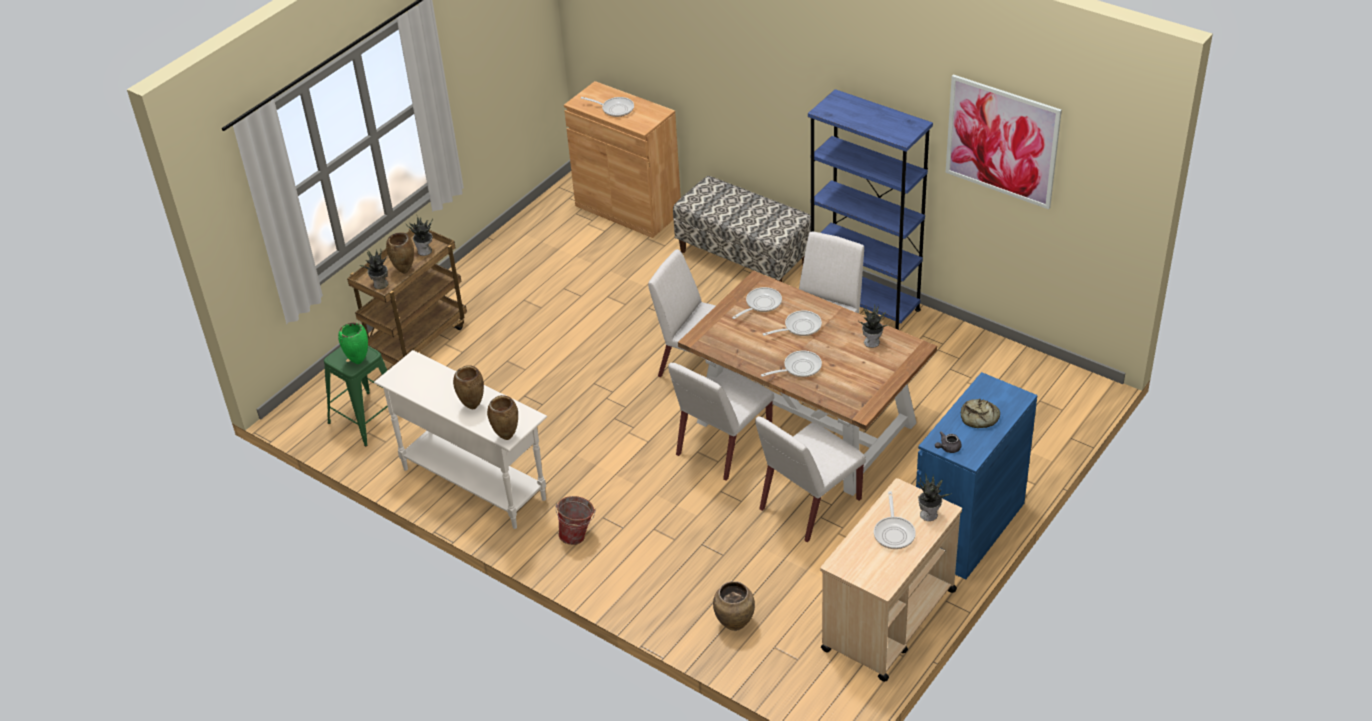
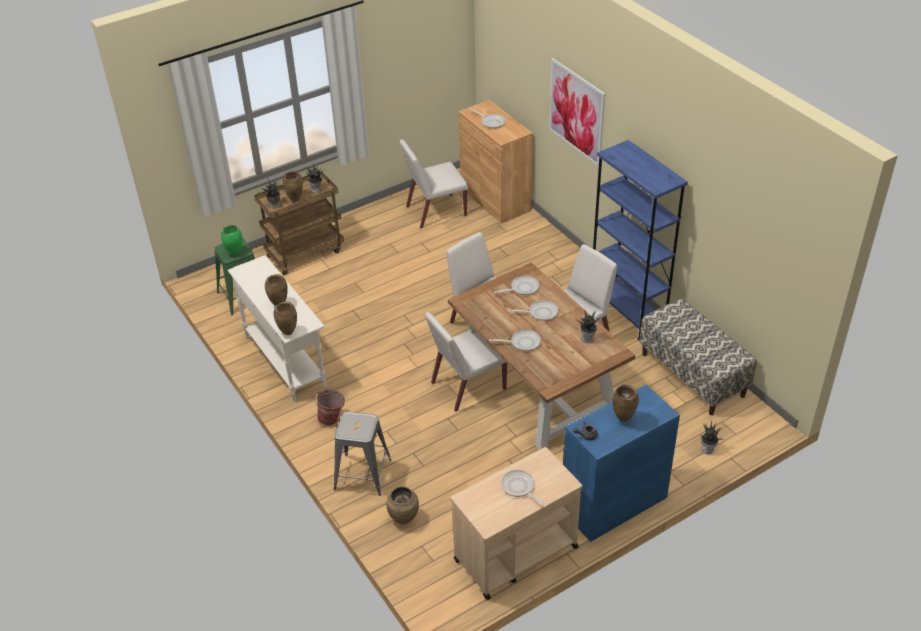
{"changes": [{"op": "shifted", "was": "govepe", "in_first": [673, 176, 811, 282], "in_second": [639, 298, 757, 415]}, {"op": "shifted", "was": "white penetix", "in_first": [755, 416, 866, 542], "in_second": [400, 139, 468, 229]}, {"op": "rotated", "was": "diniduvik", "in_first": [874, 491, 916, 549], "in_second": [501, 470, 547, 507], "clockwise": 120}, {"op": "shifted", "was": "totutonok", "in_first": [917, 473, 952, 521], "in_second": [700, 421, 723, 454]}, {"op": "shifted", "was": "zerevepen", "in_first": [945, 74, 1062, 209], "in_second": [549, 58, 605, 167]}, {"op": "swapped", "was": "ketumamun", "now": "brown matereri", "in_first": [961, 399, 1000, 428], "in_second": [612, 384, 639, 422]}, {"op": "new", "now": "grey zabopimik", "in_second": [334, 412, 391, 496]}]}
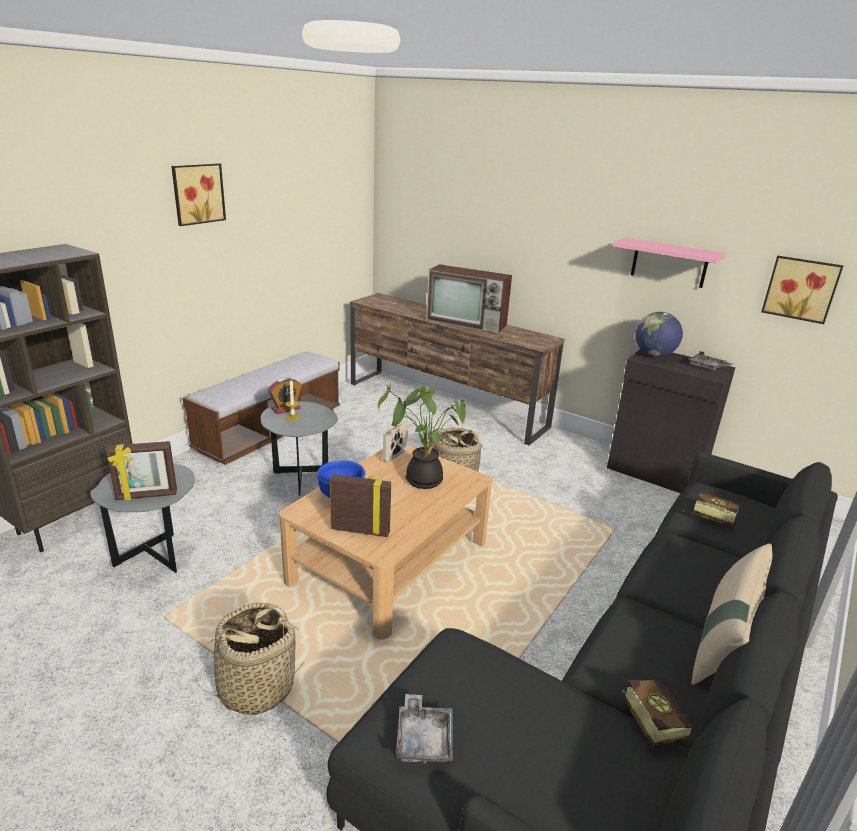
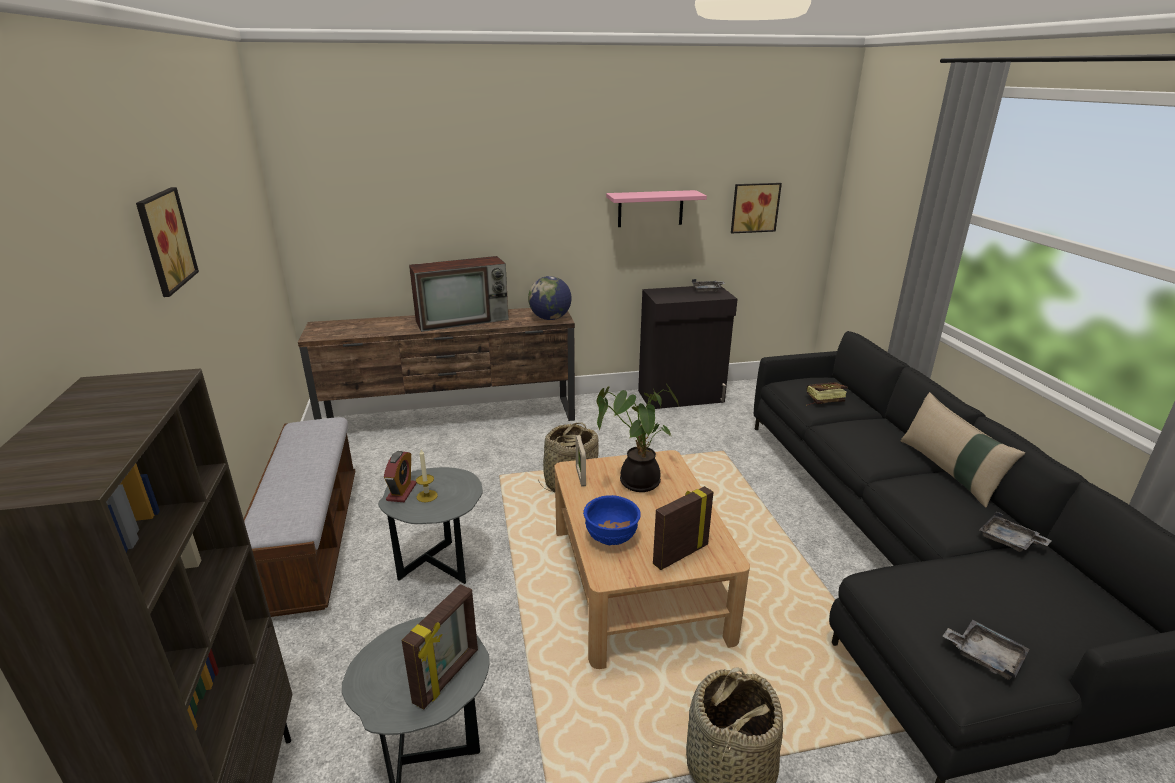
{"changes": [{"op": "swapped", "was": "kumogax", "now": "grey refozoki", "in_first": [622, 680, 694, 749], "in_second": [979, 512, 1052, 552]}, {"op": "shifted", "was": "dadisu", "in_first": [635, 312, 683, 357], "in_second": [528, 276, 572, 320]}]}
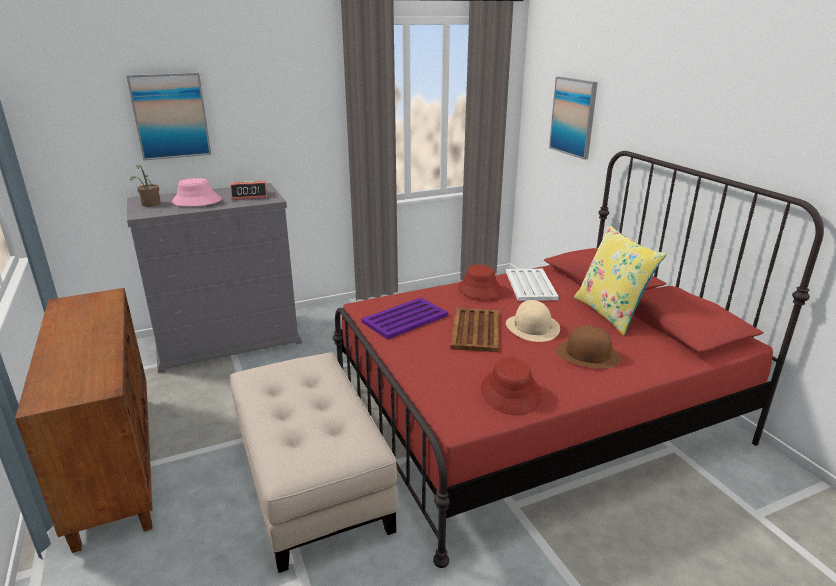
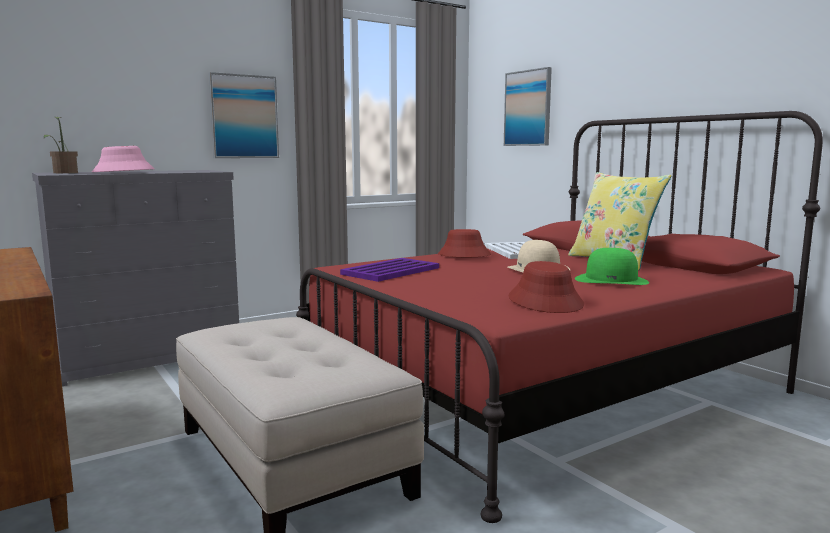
{"changes": [{"op": "shifted", "was": "zerevepen", "in_first": [126, 73, 211, 161], "in_second": [208, 72, 279, 158]}, {"op": "gone", "was": "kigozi", "in_first": [230, 180, 267, 200]}, {"op": "gone", "was": "brown refozoki", "in_first": [450, 308, 499, 352]}, {"op": "repainted", "was": "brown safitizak", "now": "green safitizak", "in_first": [556, 326, 621, 369], "in_second": [575, 248, 649, 285]}]}
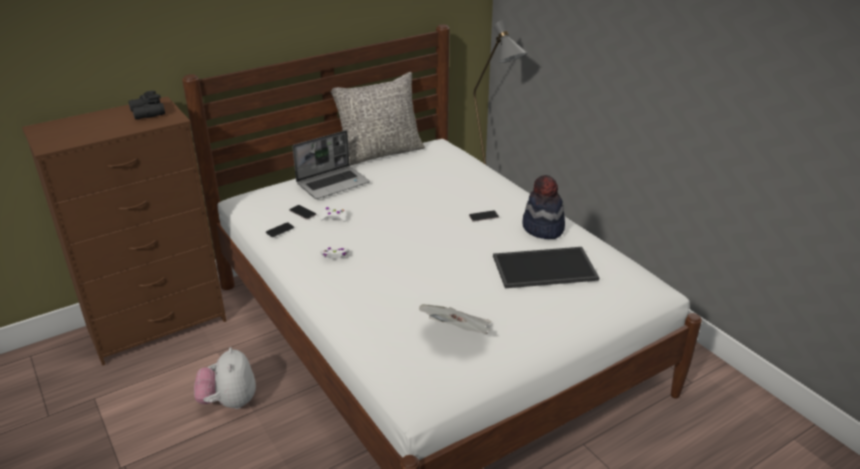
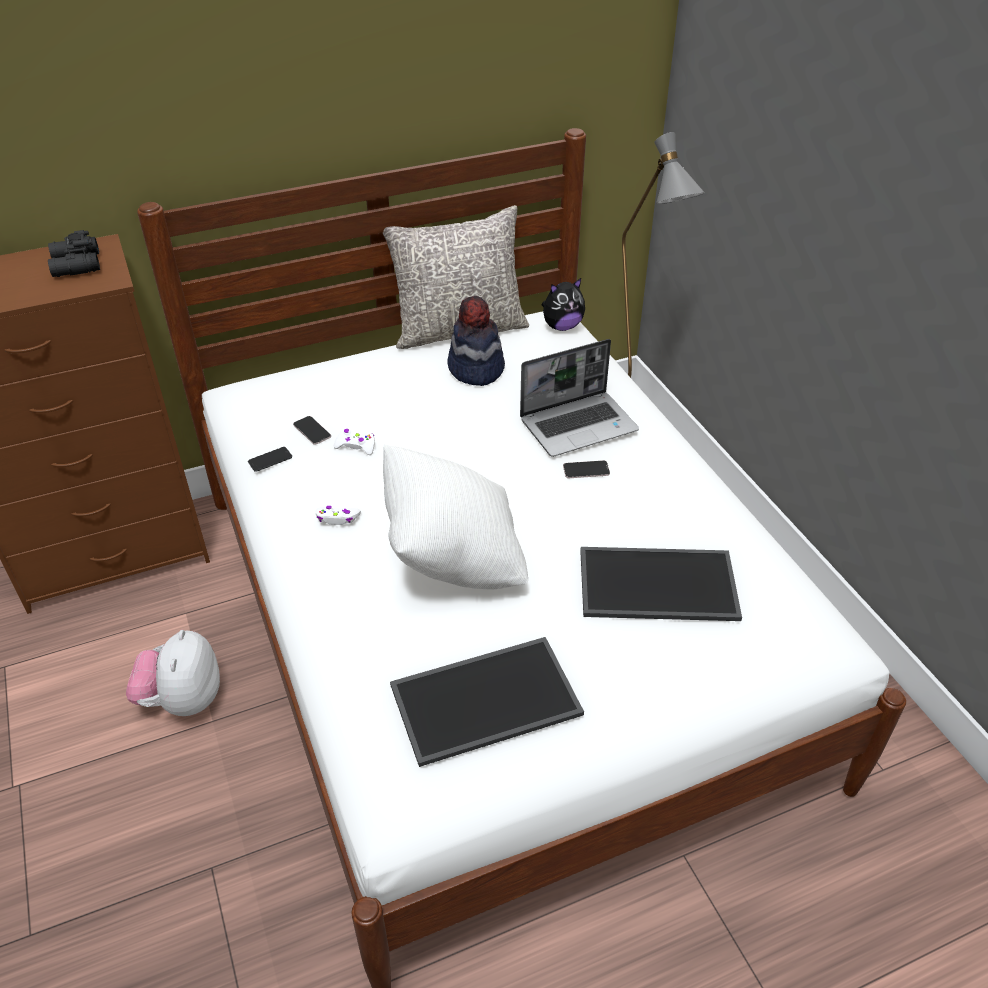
{"changes": [{"op": "shifted", "was": "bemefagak", "in_first": [293, 130, 370, 199], "in_second": [520, 339, 639, 457]}, {"op": "swapped", "was": "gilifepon", "now": "refozoki", "in_first": [419, 304, 492, 334], "in_second": [390, 637, 584, 767]}, {"op": "shifted", "was": "safitizak", "in_first": [523, 175, 565, 239], "in_second": [448, 296, 505, 386]}, {"op": "new", "now": "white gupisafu", "in_second": [383, 444, 528, 590]}, {"op": "new", "now": "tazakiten", "in_second": [542, 278, 585, 331]}]}
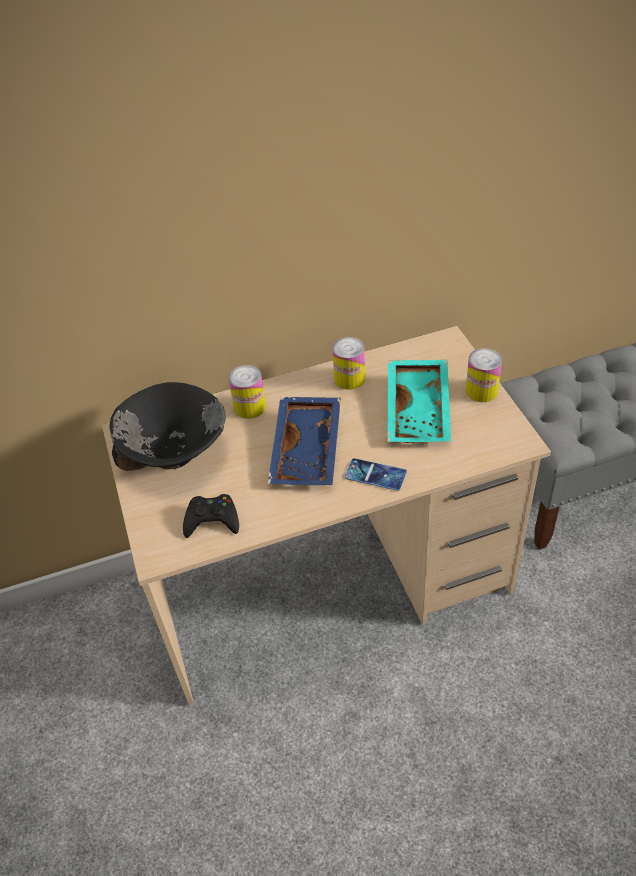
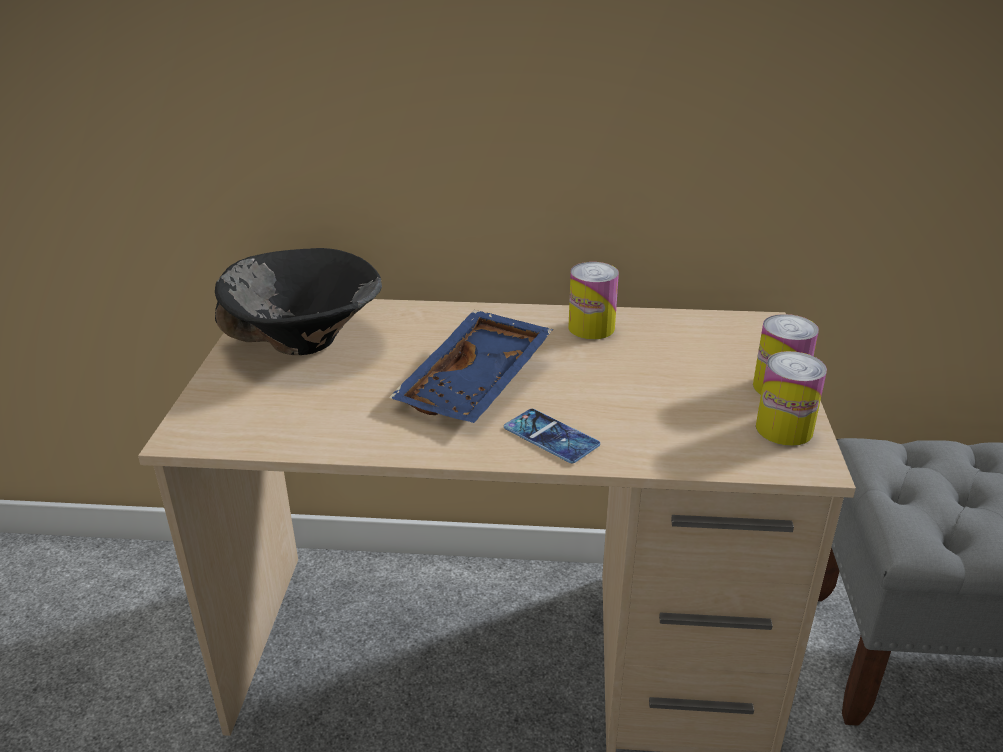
{"changes": [{"op": "gone", "was": "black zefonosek", "in_first": [183, 494, 239, 538]}, {"op": "shifted", "was": "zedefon", "in_first": [228, 365, 266, 419], "in_second": [756, 351, 827, 446]}, {"op": "gone", "was": "turquoise refozoki", "in_first": [387, 360, 451, 443]}]}
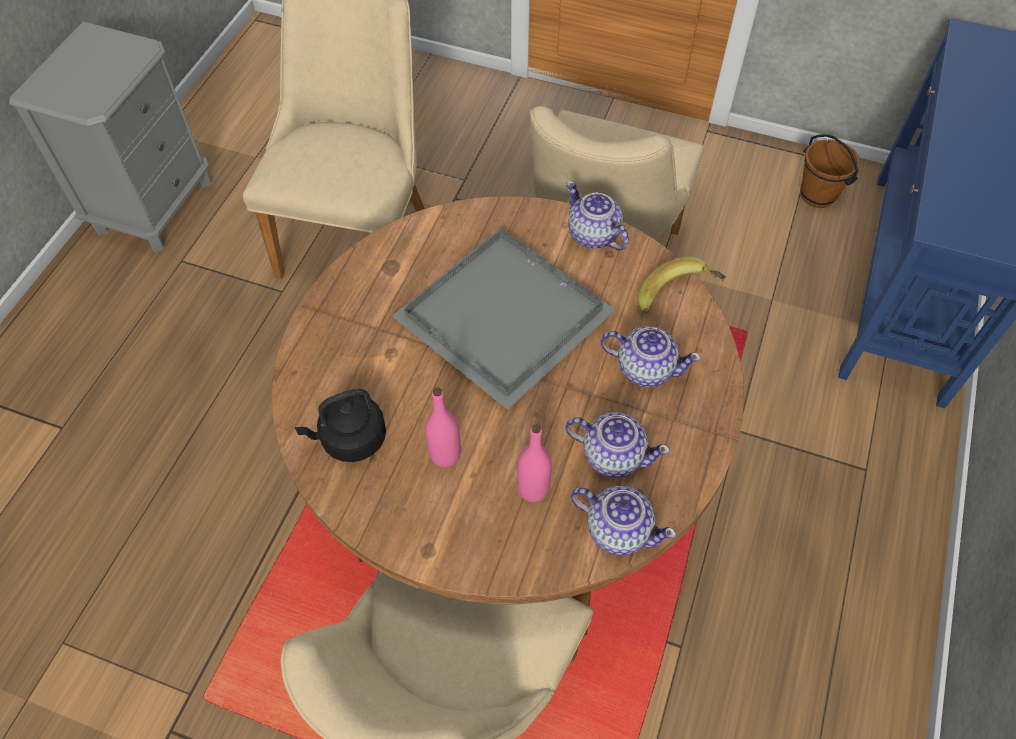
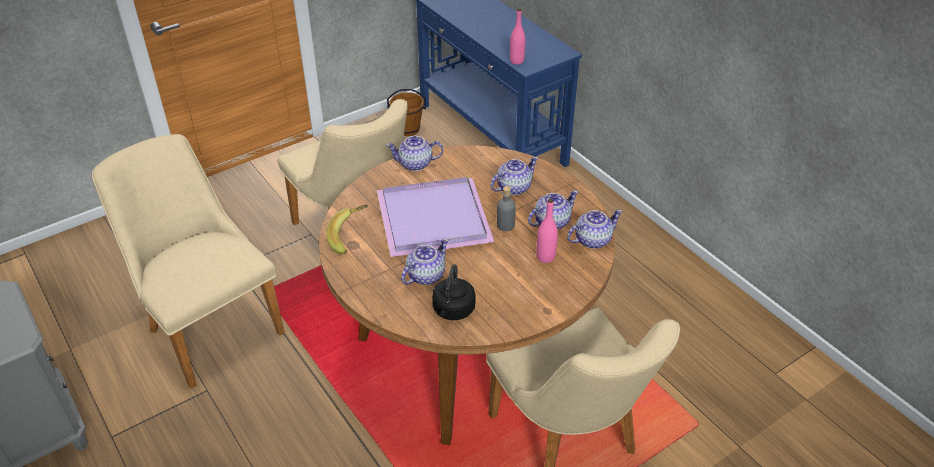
{"changes": [{"op": "repainted", "was": "grey refozoki", "now": "purple refozoki", "in_first": [392, 228, 616, 410], "in_second": [376, 177, 494, 257]}, {"op": "shifted", "was": "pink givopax", "in_first": [425, 387, 461, 467], "in_second": [510, 9, 525, 65]}, {"op": "shifted", "was": "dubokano", "in_first": [638, 257, 726, 313], "in_second": [326, 204, 368, 254]}, {"op": "new", "now": "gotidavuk", "in_second": [401, 238, 449, 285]}, {"op": "new", "now": "grey givopax", "in_second": [497, 186, 516, 231]}]}
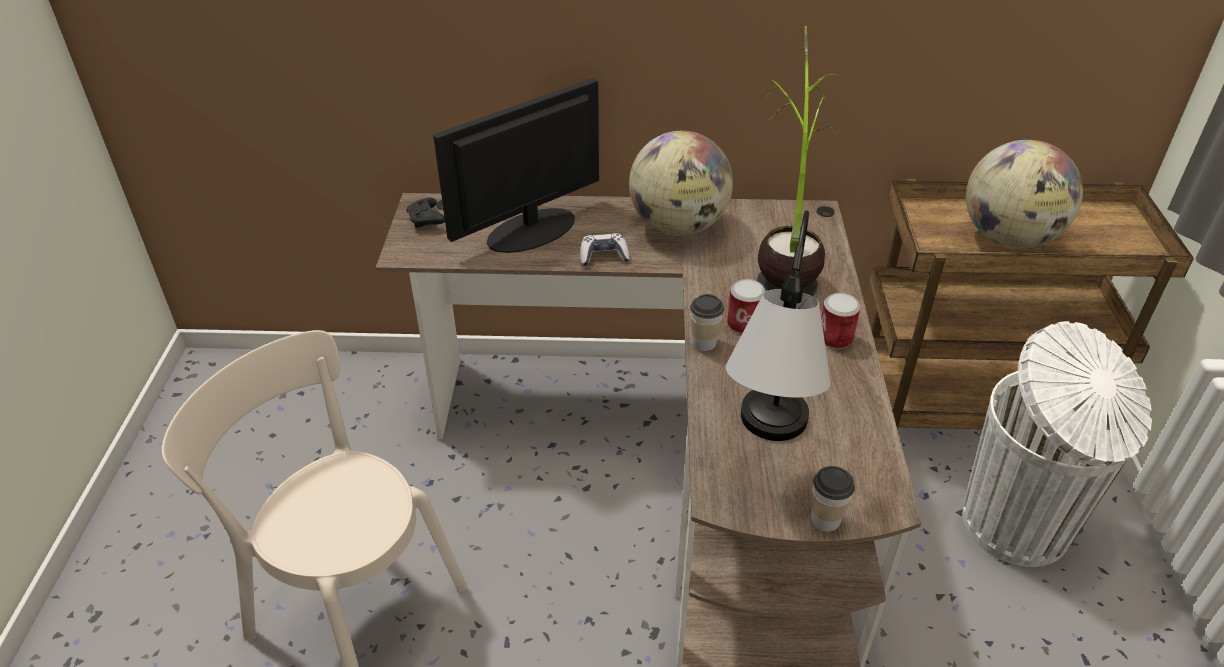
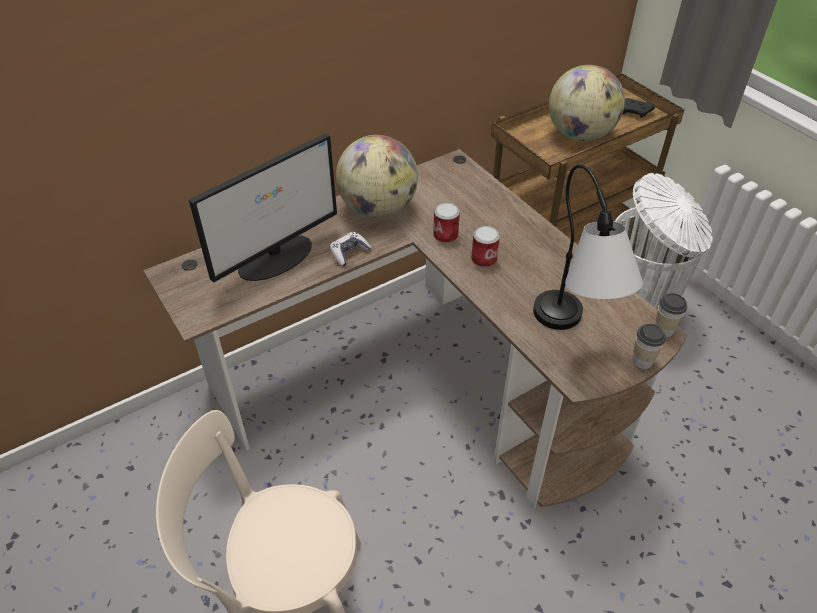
{"changes": [{"op": "shifted", "was": "black zefonosek", "in_first": [406, 198, 445, 228], "in_second": [623, 98, 655, 118]}, {"op": "rotated", "was": "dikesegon", "in_first": [433, 78, 599, 253], "in_second": [189, 133, 337, 283], "clockwise": -150}, {"op": "shifted", "was": "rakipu", "in_first": [690, 294, 724, 351], "in_second": [655, 293, 687, 337]}, {"op": "gone", "was": "totutonok", "in_first": [757, 26, 842, 296]}, {"op": "shifted", "was": "zedefon", "in_first": [821, 293, 860, 349], "in_second": [433, 203, 460, 243]}]}
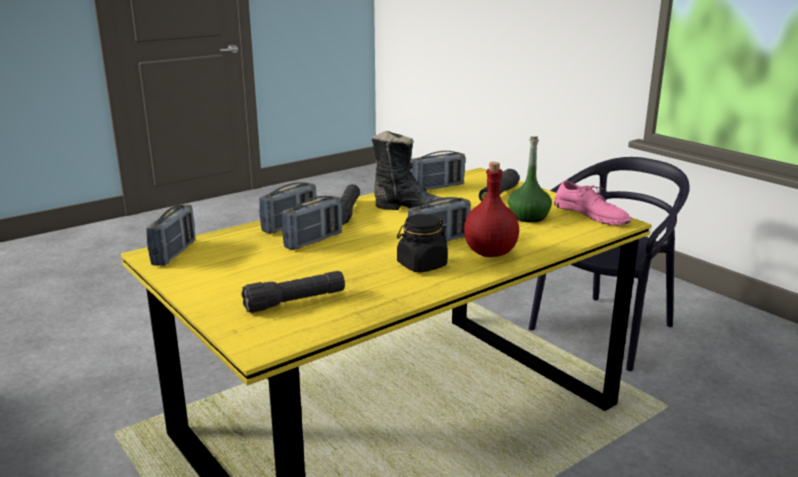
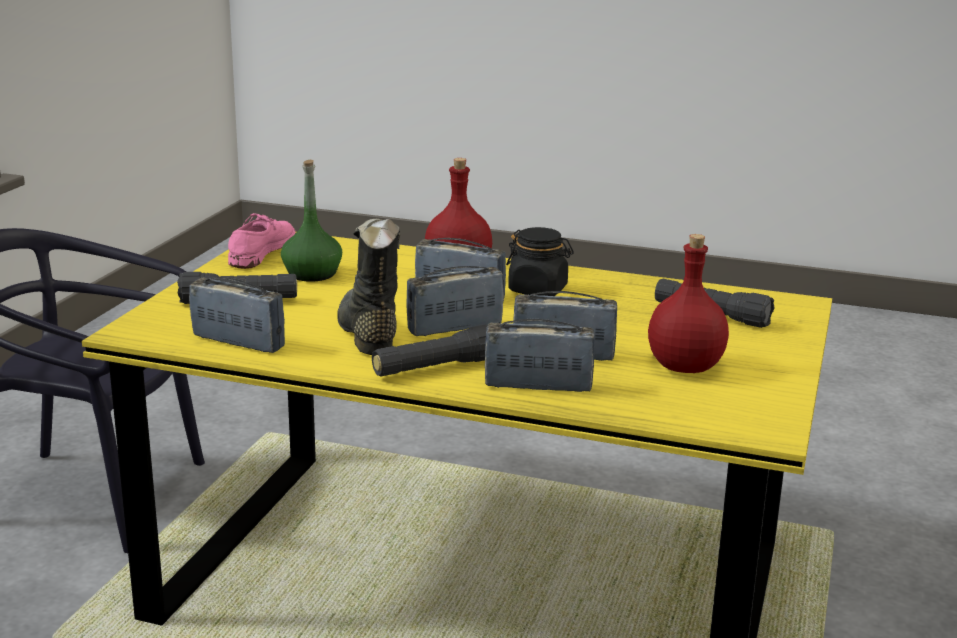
{"changes": [{"op": "shifted", "was": "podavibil", "in_first": [146, 204, 195, 266], "in_second": [406, 266, 504, 336]}, {"op": "new", "now": "red givopax", "in_second": [648, 234, 729, 373]}]}
